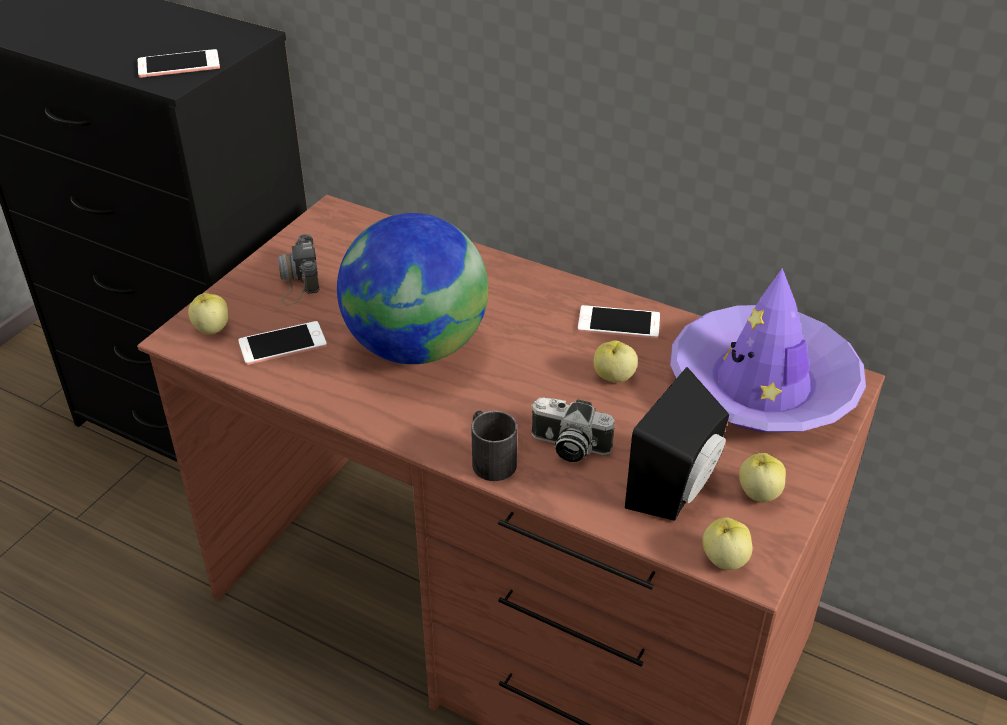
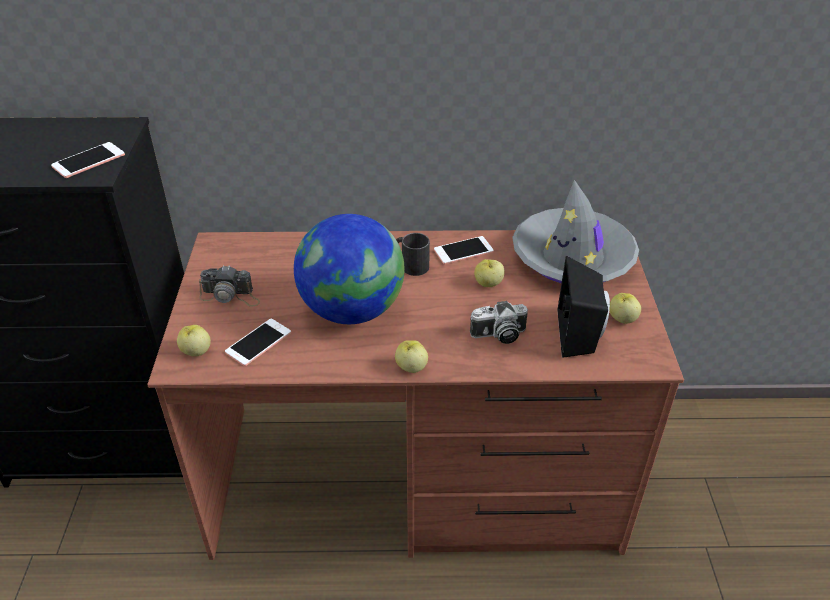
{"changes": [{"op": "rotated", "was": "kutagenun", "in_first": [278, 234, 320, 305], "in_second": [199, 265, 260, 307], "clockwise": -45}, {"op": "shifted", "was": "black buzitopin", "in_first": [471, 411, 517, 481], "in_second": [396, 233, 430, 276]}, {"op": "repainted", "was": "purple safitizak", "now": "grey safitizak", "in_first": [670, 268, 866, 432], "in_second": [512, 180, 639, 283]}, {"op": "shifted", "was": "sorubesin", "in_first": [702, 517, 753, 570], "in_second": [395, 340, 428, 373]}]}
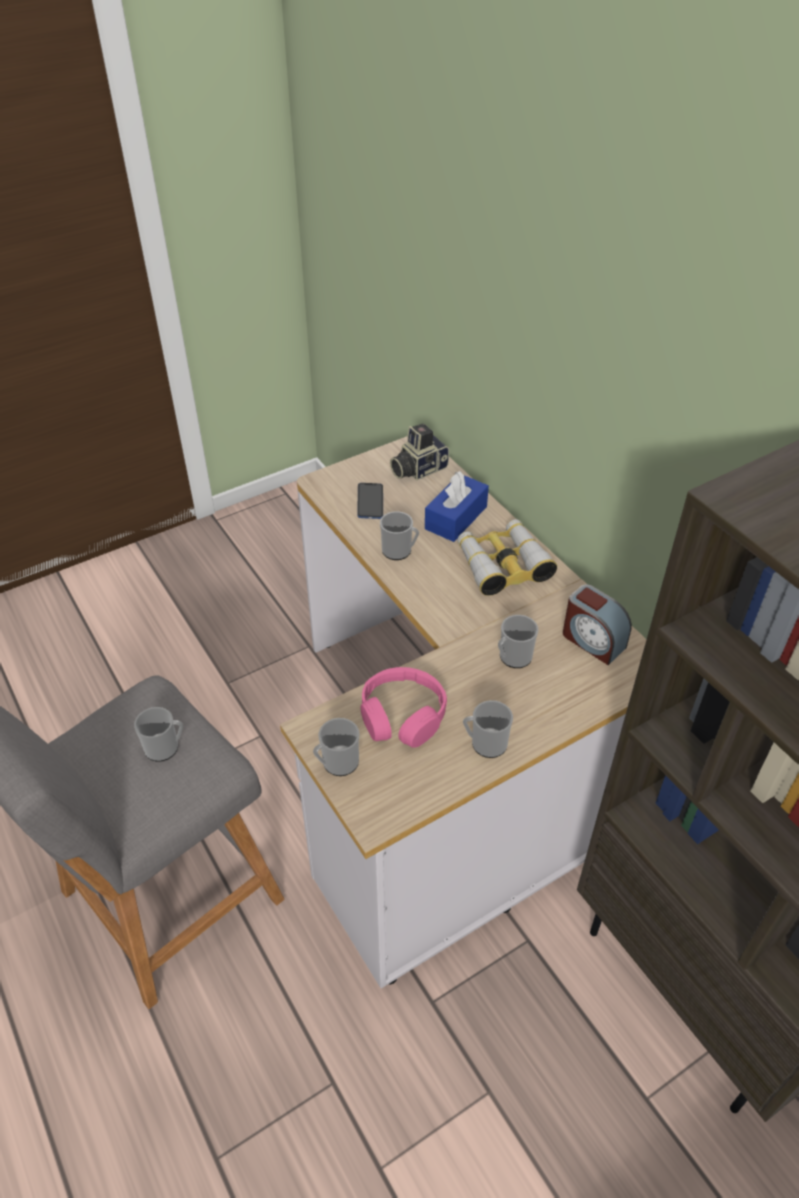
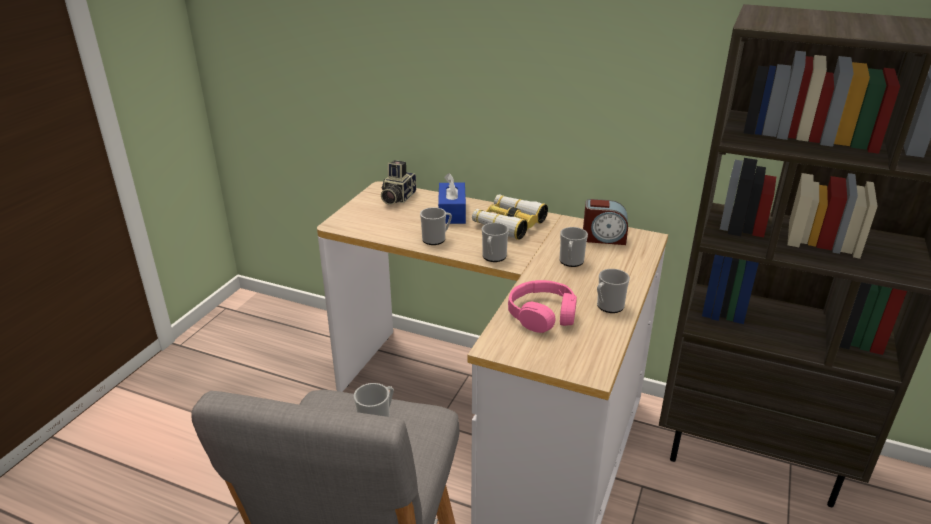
{"changes": [{"op": "shifted", "was": "buzitopin", "in_first": [313, 718, 360, 776], "in_second": [482, 223, 509, 262]}, {"op": "gone", "was": "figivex", "in_first": [357, 483, 383, 519]}]}
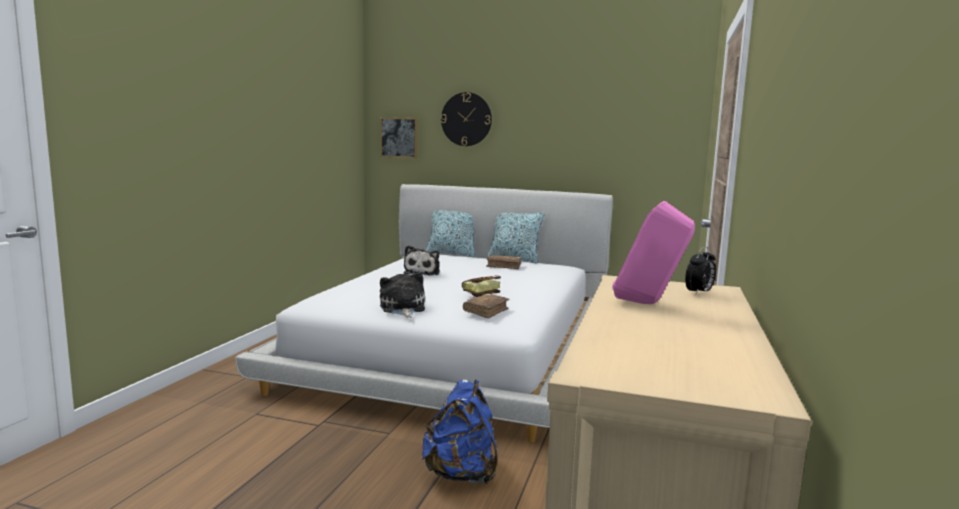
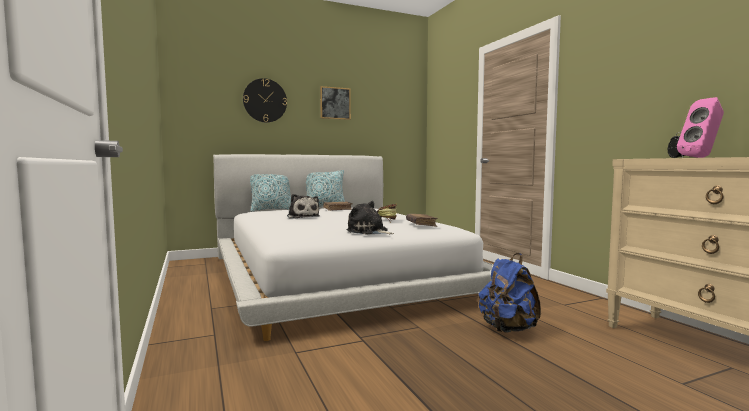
{"changes": [{"op": "shifted", "was": "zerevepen", "in_first": [380, 117, 417, 158], "in_second": [320, 86, 351, 120]}]}
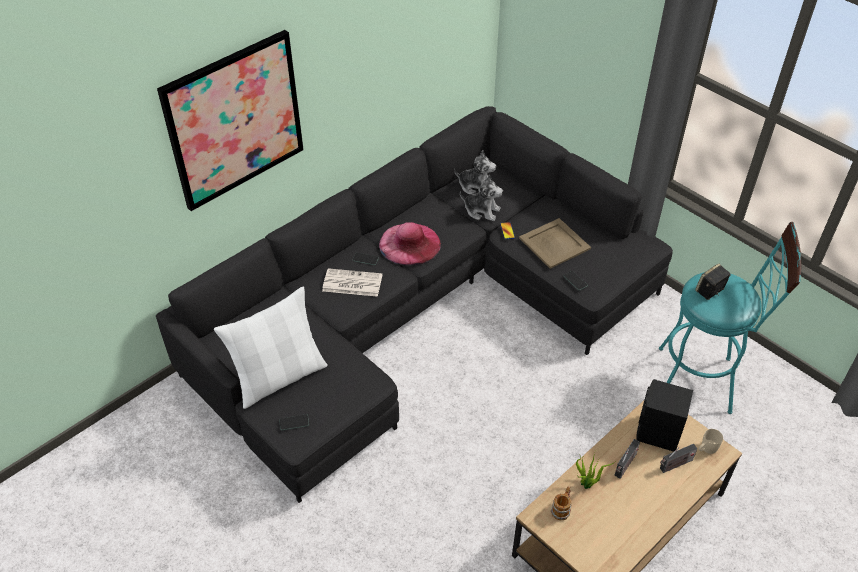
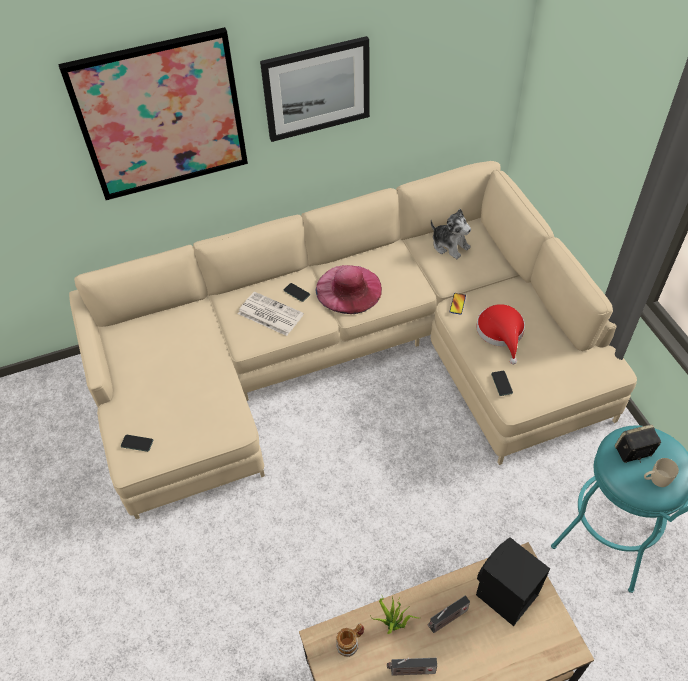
{"changes": [{"op": "repainted", "was": "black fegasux", "now": "beige fegasux", "in_first": [156, 106, 673, 503], "in_second": [69, 161, 637, 519]}, {"op": "gone", "was": "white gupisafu", "in_first": [214, 287, 328, 409]}, {"op": "gone", "was": "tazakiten", "in_first": [460, 174, 503, 221]}, {"op": "swapped", "was": "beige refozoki", "now": "red safitizak", "in_first": [519, 218, 591, 269], "in_second": [477, 304, 525, 365]}, {"op": "shifted", "was": "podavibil", "in_first": [660, 444, 697, 473], "in_second": [387, 658, 437, 676]}, {"op": "shifted", "was": "beige buzitopin", "in_first": [699, 429, 723, 454], "in_second": [644, 458, 679, 487]}, {"op": "new", "now": "zerevepen", "in_second": [260, 36, 370, 142]}]}
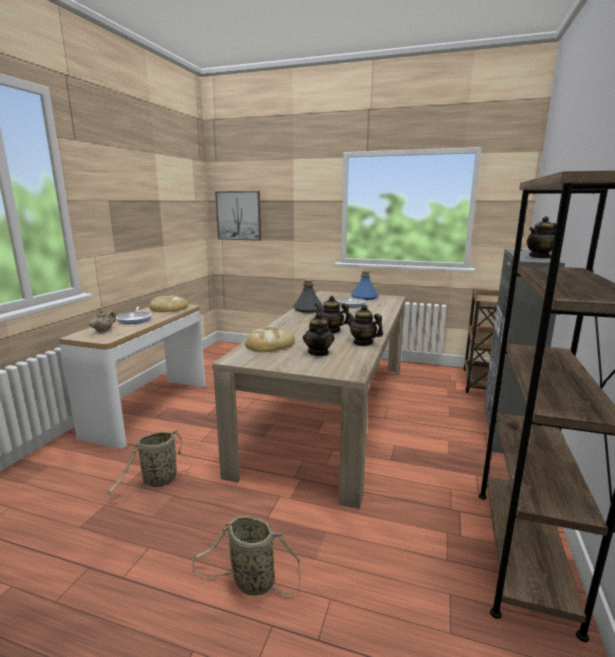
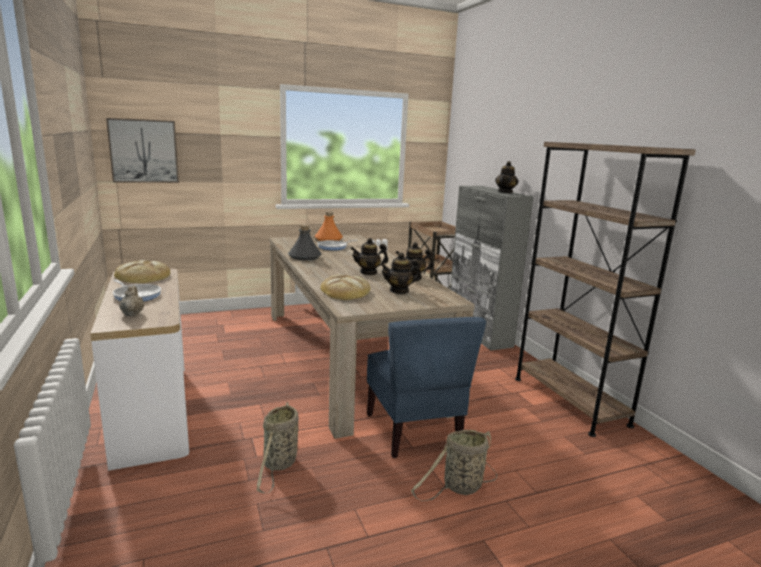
{"changes": [{"op": "rotated", "was": "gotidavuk", "in_first": [303, 312, 334, 356], "in_second": [380, 253, 422, 294], "clockwise": 120}, {"op": "repainted", "was": "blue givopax", "now": "orange givopax", "in_first": [351, 271, 379, 300], "in_second": [315, 212, 343, 241]}, {"op": "new", "now": "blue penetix", "in_second": [367, 317, 486, 458]}]}
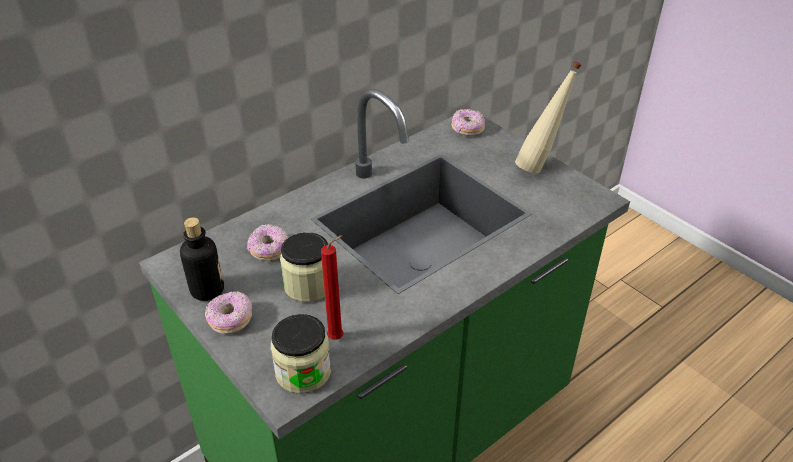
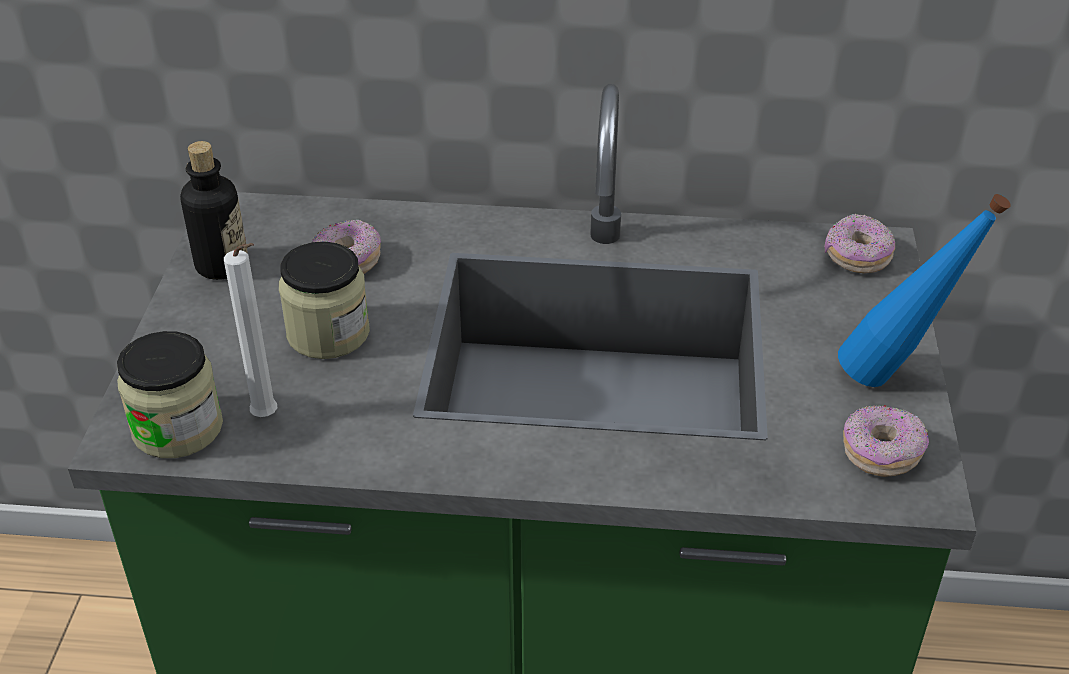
{"changes": [{"op": "shifted", "was": "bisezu", "in_first": [205, 292, 252, 334], "in_second": [843, 405, 929, 477]}, {"op": "repainted", "was": "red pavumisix", "now": "white pavumisix", "in_first": [321, 235, 344, 340], "in_second": [224, 243, 277, 417]}, {"op": "repainted", "was": "beige givopax", "now": "blue givopax", "in_first": [515, 61, 582, 174], "in_second": [838, 194, 1011, 387]}]}
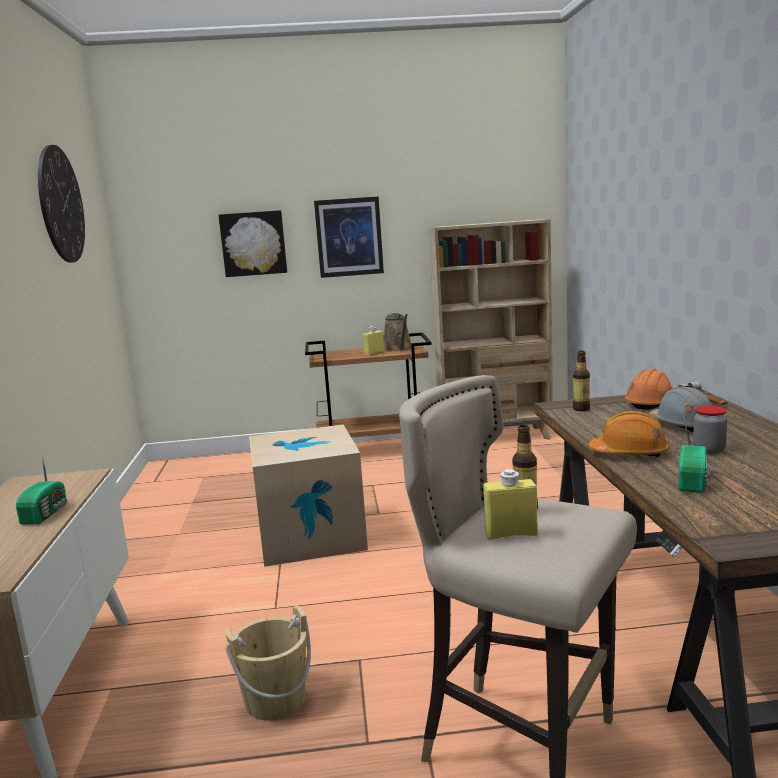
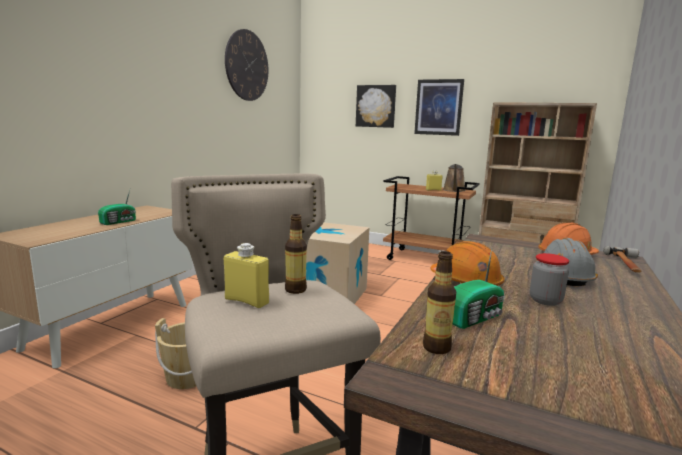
{"changes": [{"op": "shifted", "was": "givopax", "in_first": [573, 351, 590, 411], "in_second": [423, 251, 457, 354]}]}
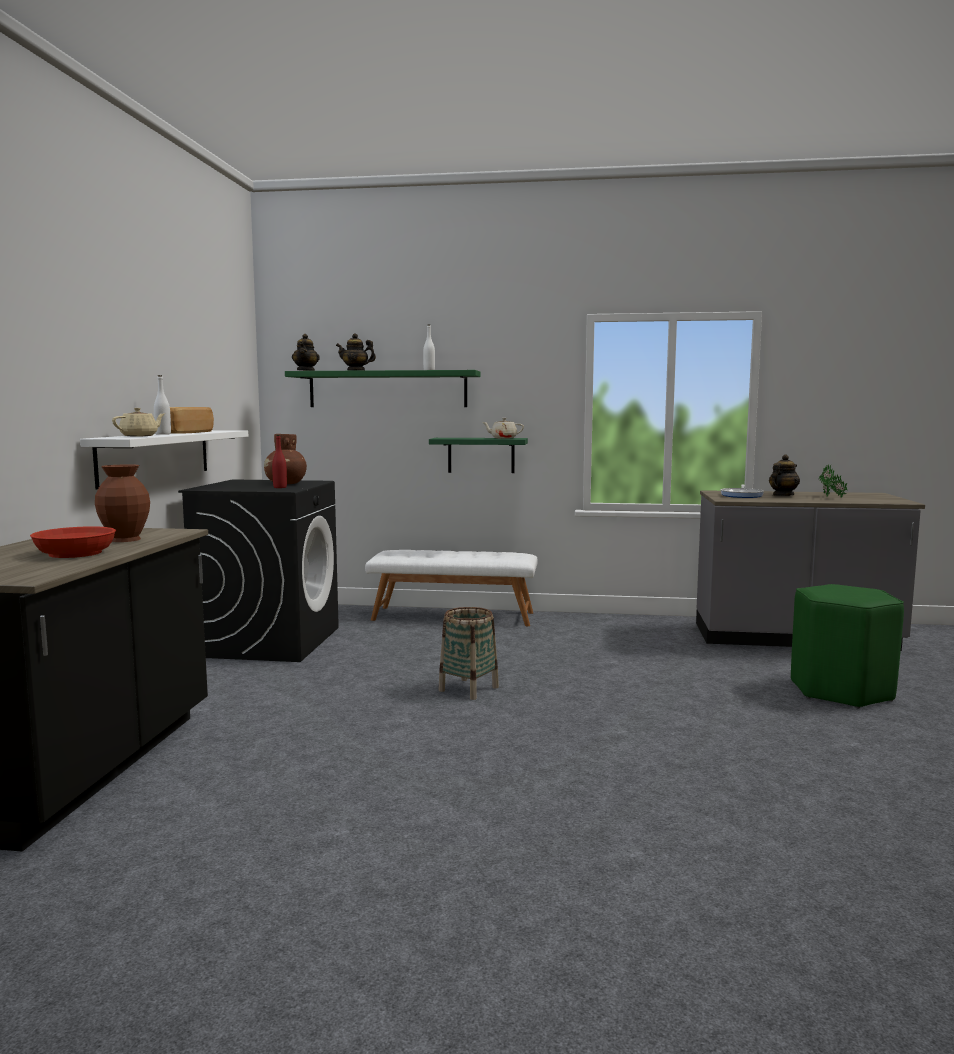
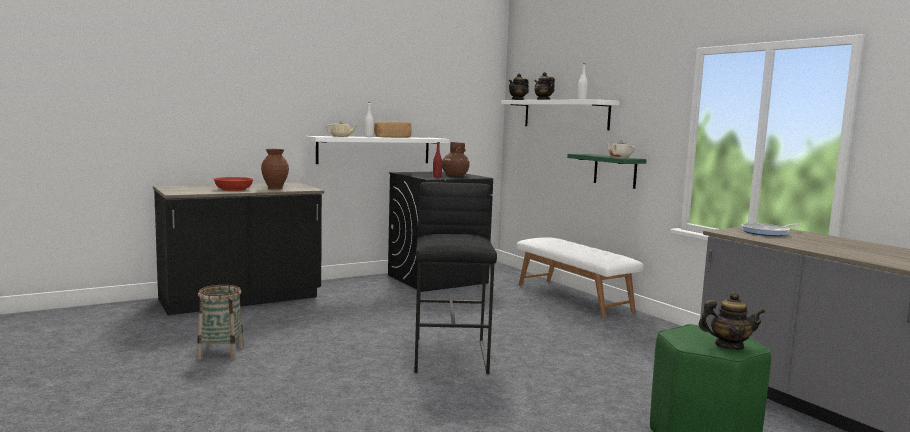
{"changes": [{"op": "repainted", "was": "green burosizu", "now": "white burosizu", "in_first": [285, 370, 480, 407], "in_second": [501, 99, 620, 130]}, {"op": "shifted", "was": "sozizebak", "in_first": [438, 607, 499, 700], "in_second": [197, 285, 244, 360]}, {"op": "shifted", "was": "gotidavuk", "in_first": [769, 454, 800, 496], "in_second": [698, 292, 765, 350]}, {"op": "gone", "was": "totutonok", "in_first": [819, 464, 848, 498]}, {"op": "new", "now": "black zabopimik", "in_second": [415, 182, 497, 374]}]}
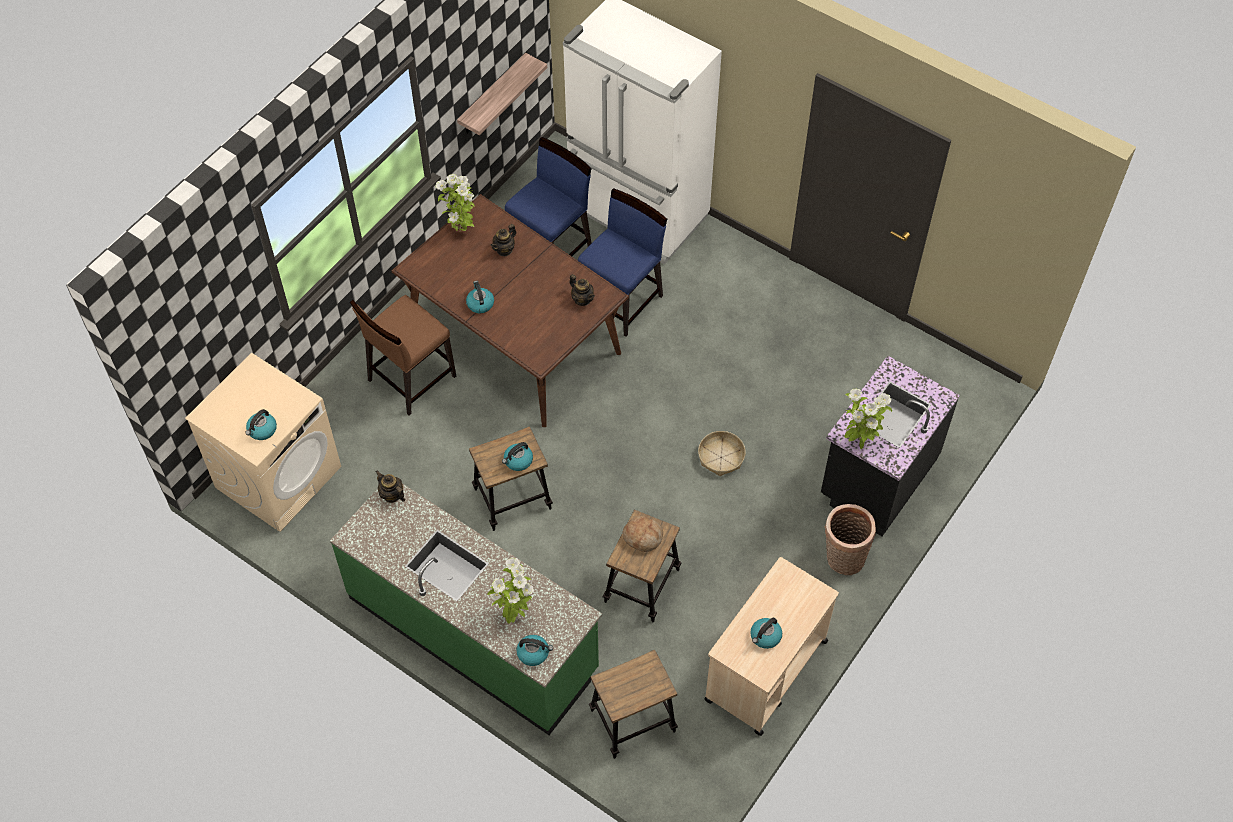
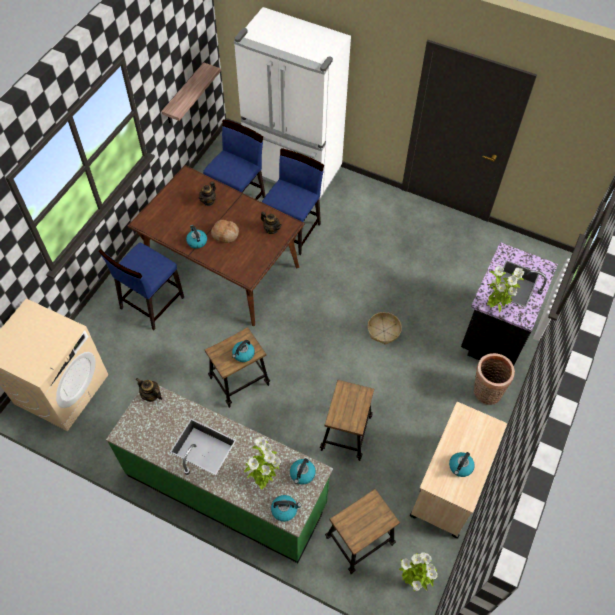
{"changes": [{"op": "shifted", "was": "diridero", "in_first": [245, 409, 277, 440], "in_second": [290, 458, 316, 484]}, {"op": "repainted", "was": "brown penetix", "now": "blue penetix", "in_first": [350, 295, 456, 415], "in_second": [99, 242, 184, 330]}, {"op": "shifted", "was": "totutonok", "in_first": [435, 174, 475, 231], "in_second": [399, 552, 438, 591]}, {"op": "shifted", "was": "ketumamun", "in_first": [623, 516, 663, 552], "in_second": [211, 220, 239, 243]}]}
